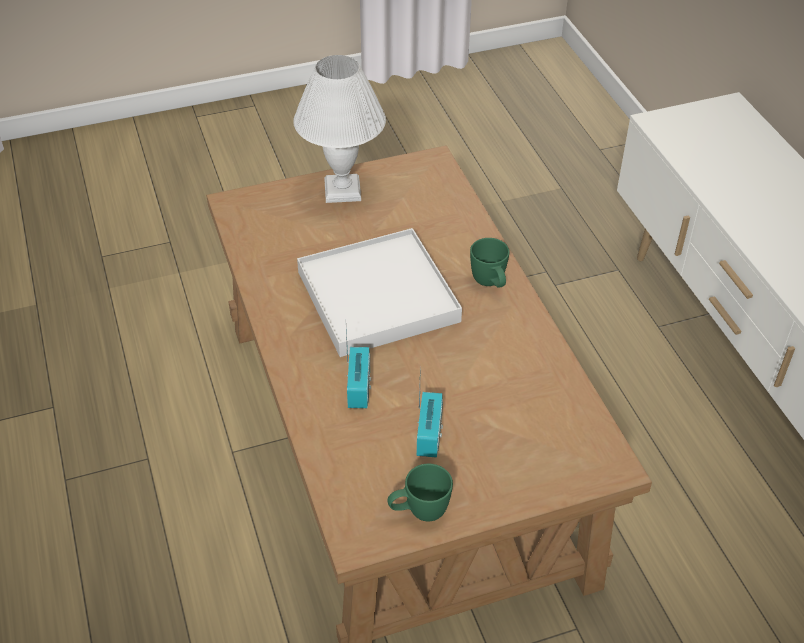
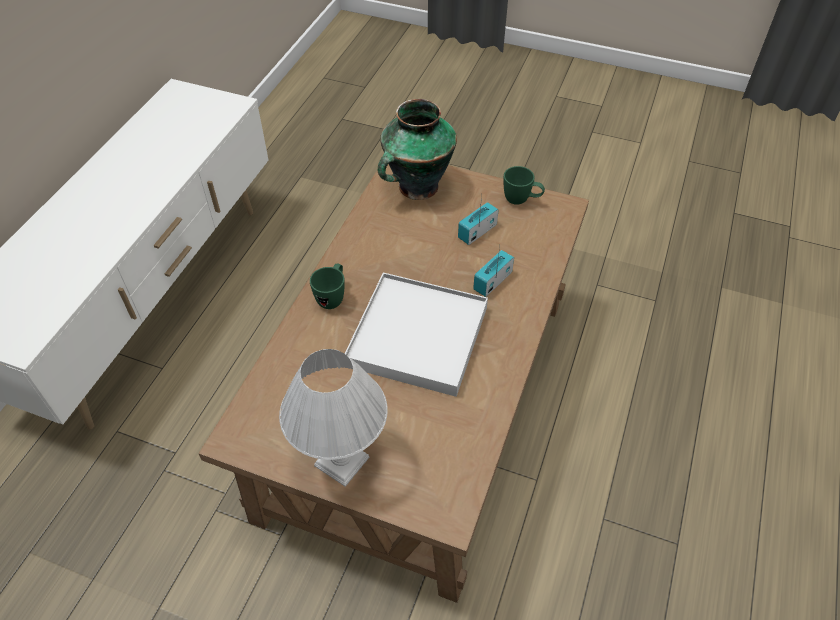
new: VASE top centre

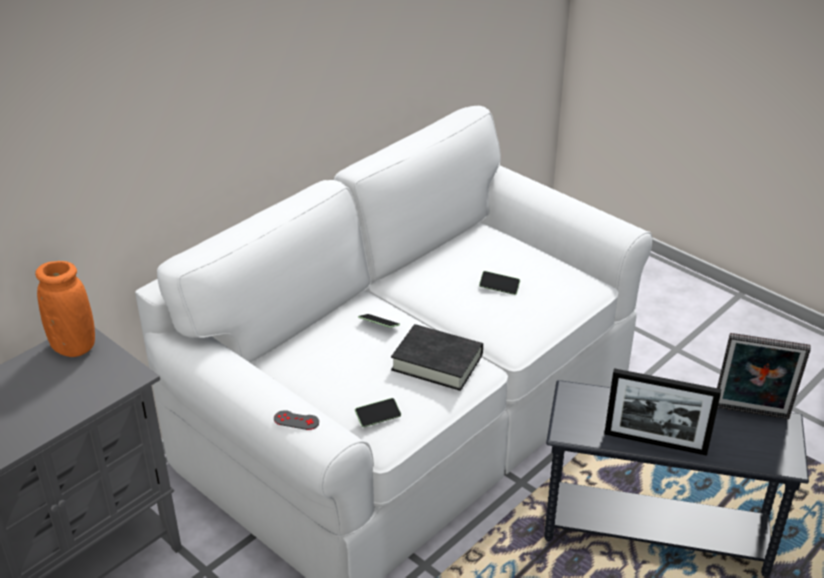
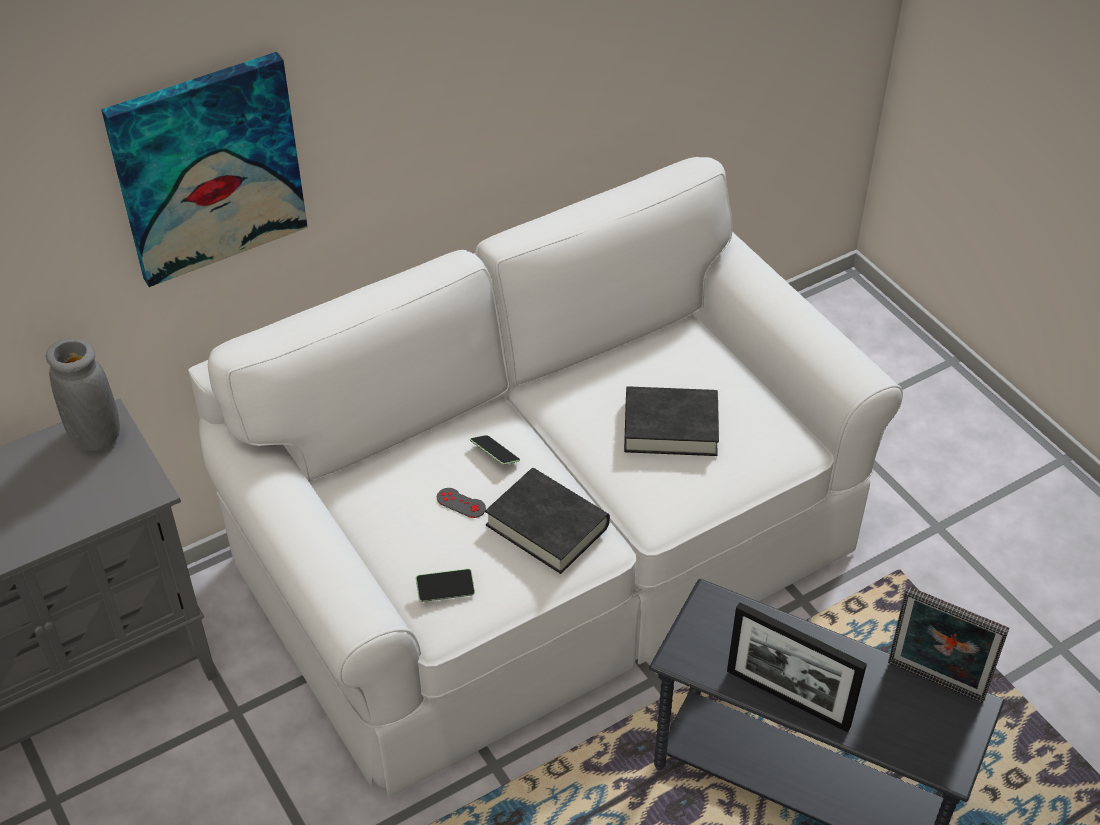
new: PICTURE top left
shifted: GREY GAME CONTROLLER bottom centre to centre
swapped: PHONE (no. 3 from left) centre to BLACK BOOK (no. 2 from left) centre
repainted: ORANGE VASE middle left to GREY VASE middle left

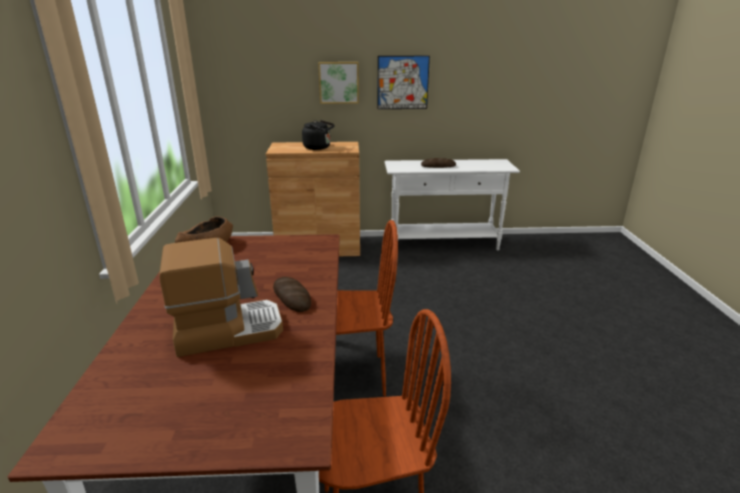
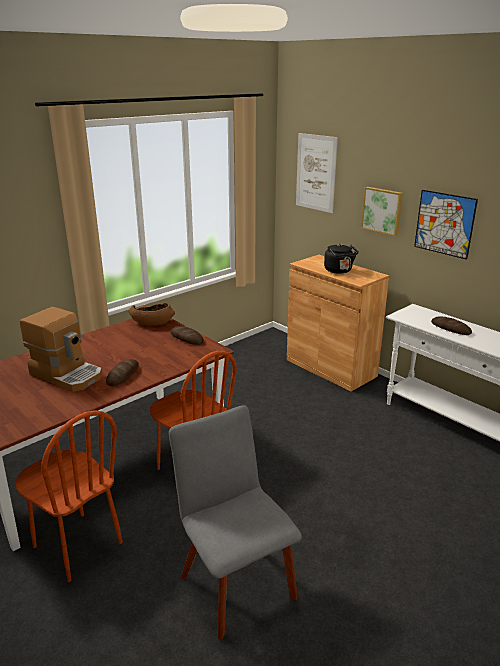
new: GREY CHAIR bottom centre; BREAD (no. 2 from left) centre; PICTURE (no. 1 from left) top centre

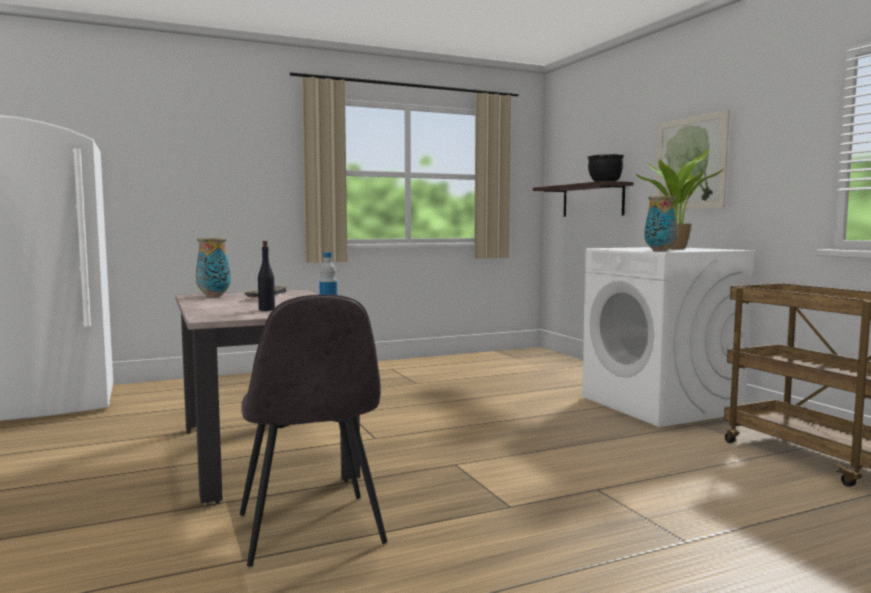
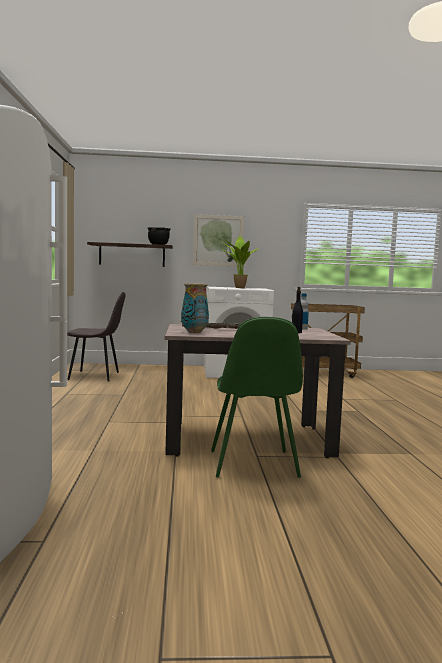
gone: VASE (no. 2 from left) middle right
new: GREEN CHAIR centre
shifted: GREY CHAIR bottom centre to middle left

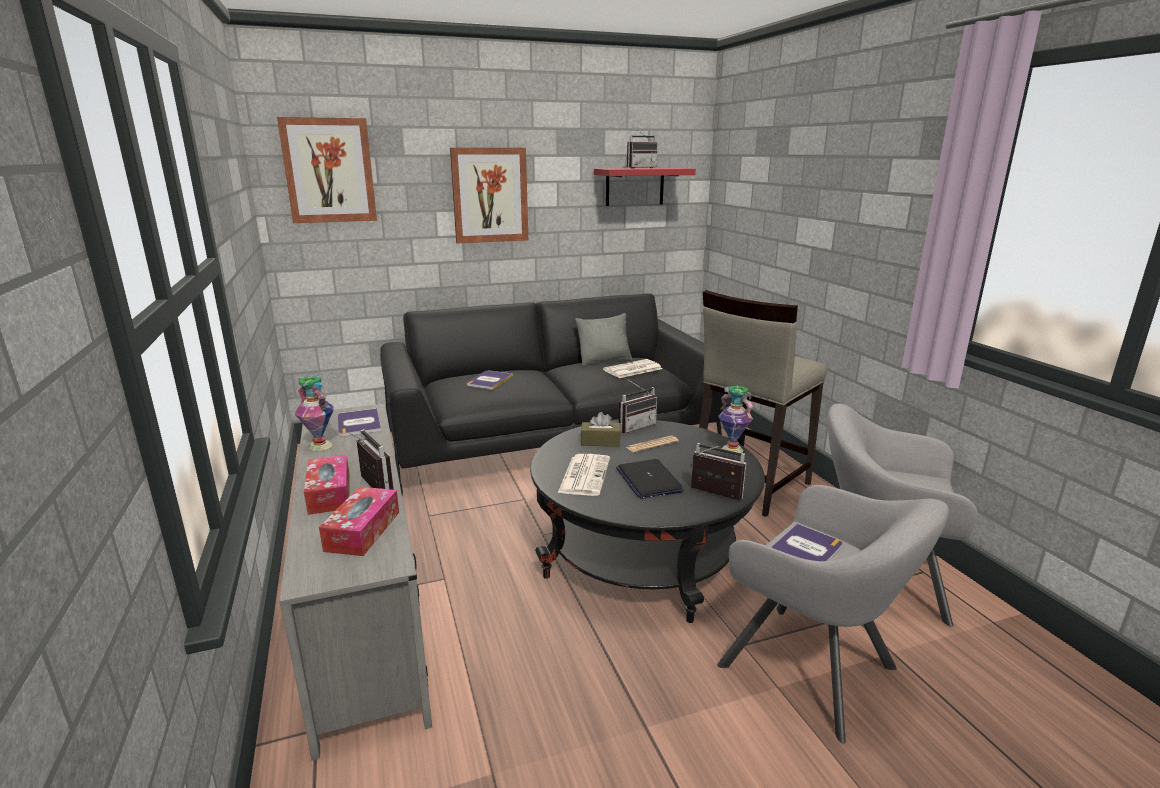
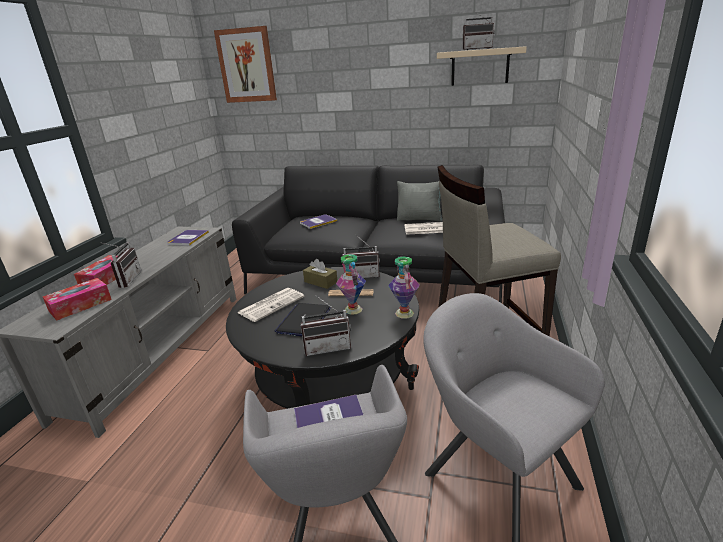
gone: PICTURE (no. 2 from left) top centre
shifted: VASE (no. 1 from left) middle left to centre
repainted: RED SHELF top centre to BEIGE SHELF top right
rotated: RADIO (no. 4 from left in the first image) centre = centre 105 degrees clockwise

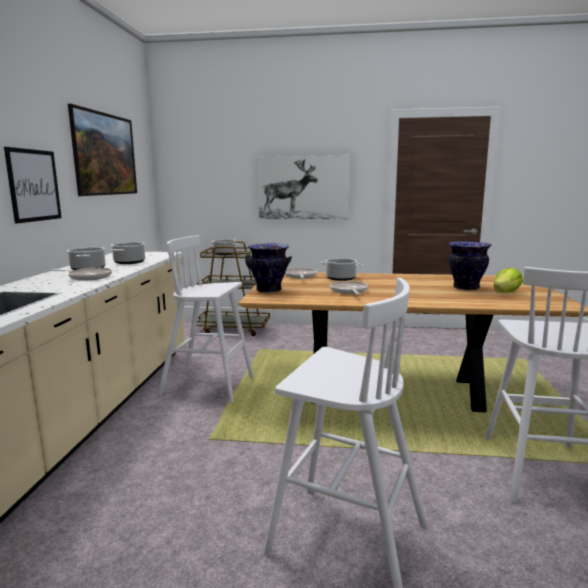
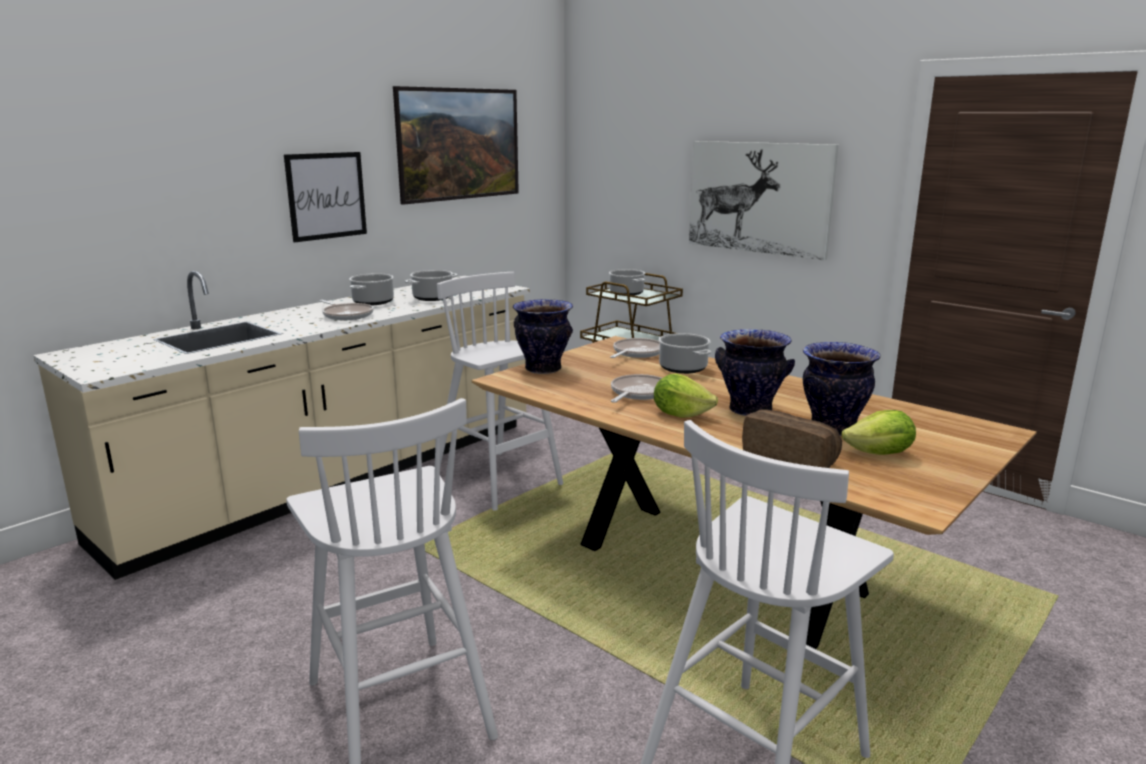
new: LETTUCE (no. 1 from left) centre; VASE (no. 2 from left) centre; BREAD middle right

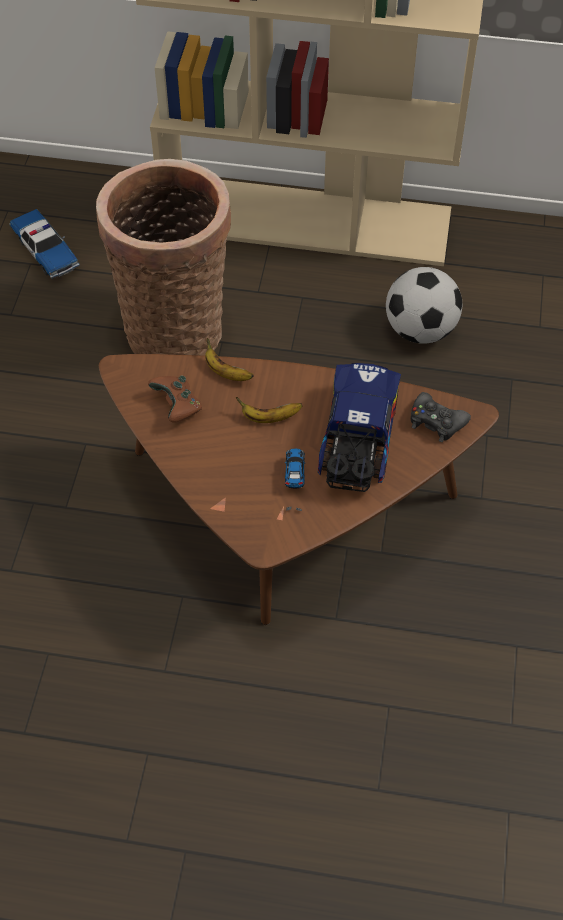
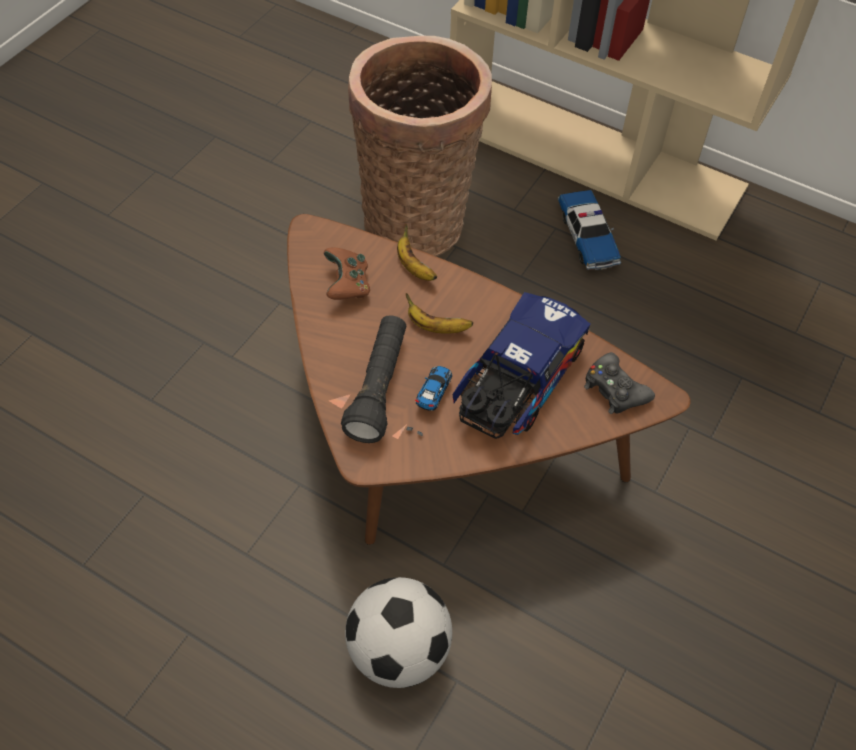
new: BLACK FLASHLIGHT centre
shifted: FOOTBALL top right to bottom centre; TOY CAR (no. 1 from left in the first image) top left to TOY CAR (no. 2 from left) top right

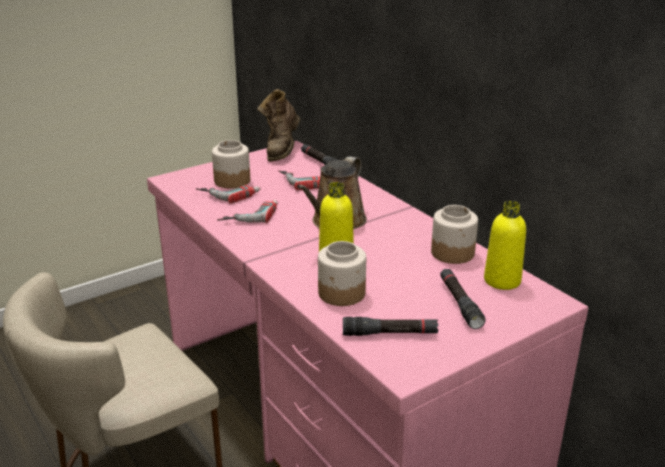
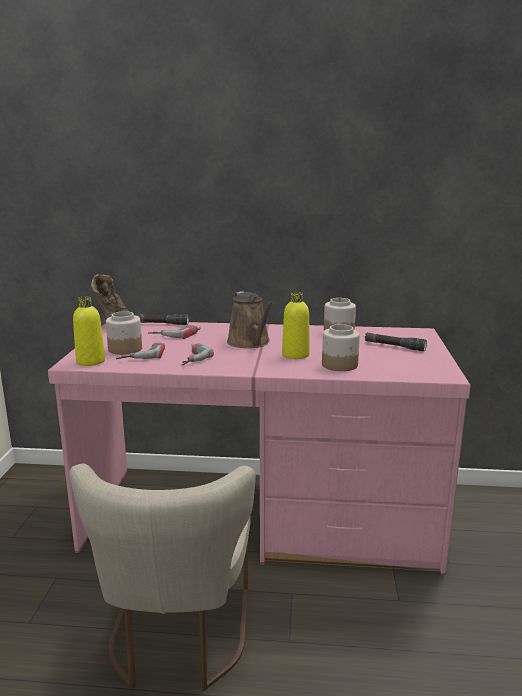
gone: BLACK FLASHLIGHT (no. 2 from left) bottom centre
shifted: YELLOW BOTTLE (no. 2 from left in the first image) middle right to YELLOW BOTTLE (no. 1 from left) middle left

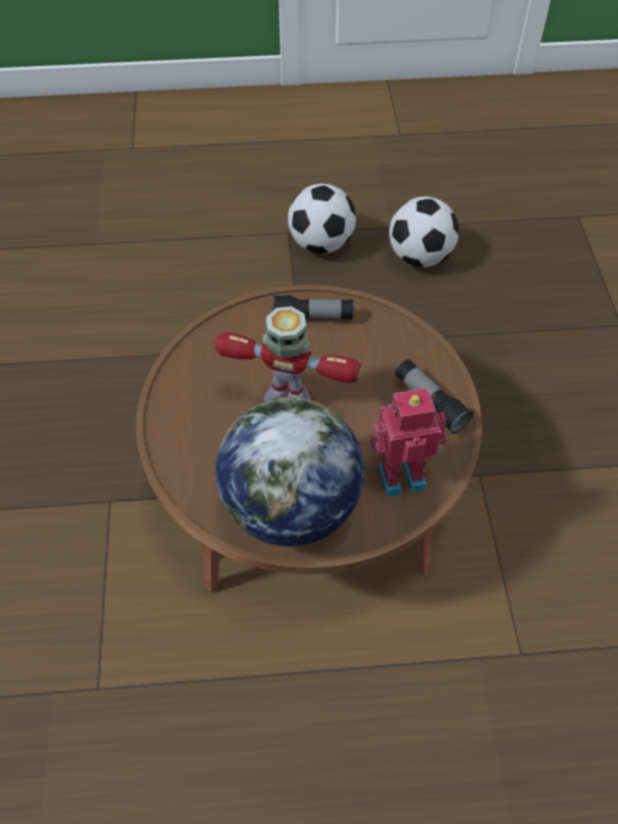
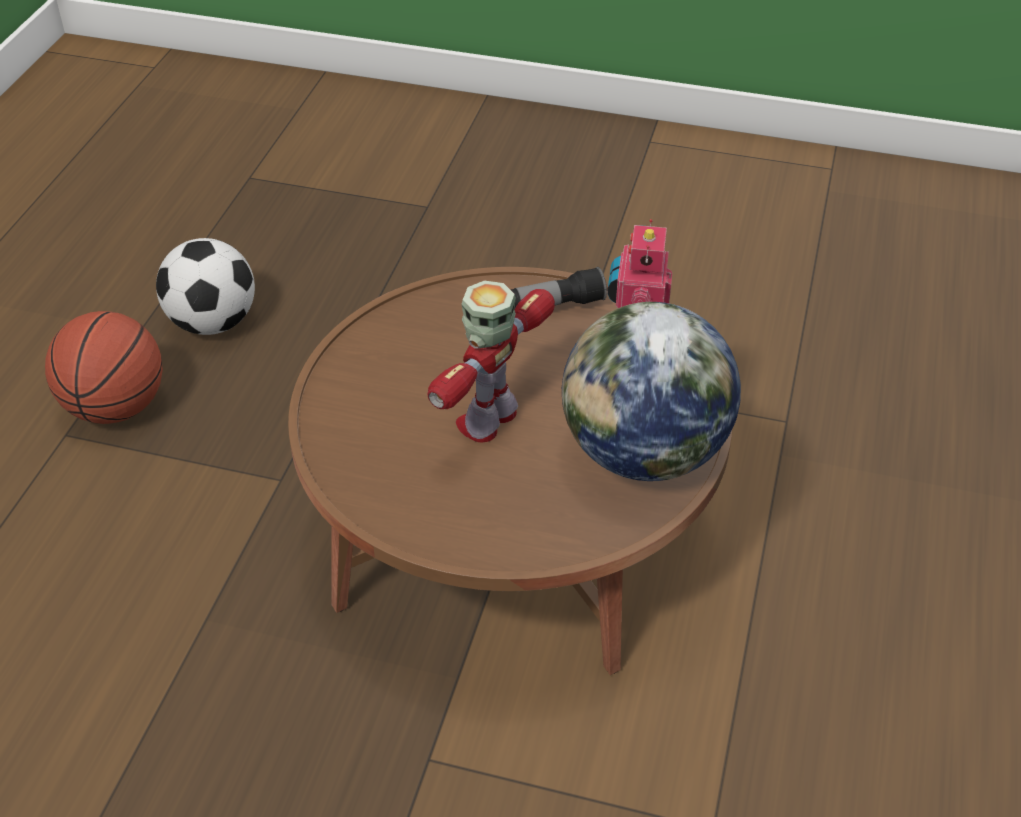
gone: FLASHLIGHT (no. 1 from left) centre
swapped: FOOTBALL (no. 1 from left) top centre to BASKETBALL middle left

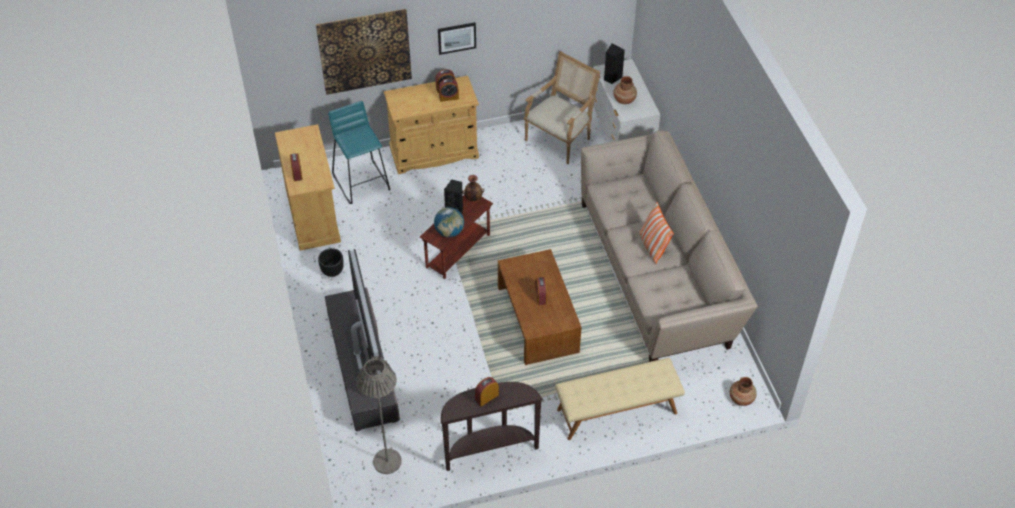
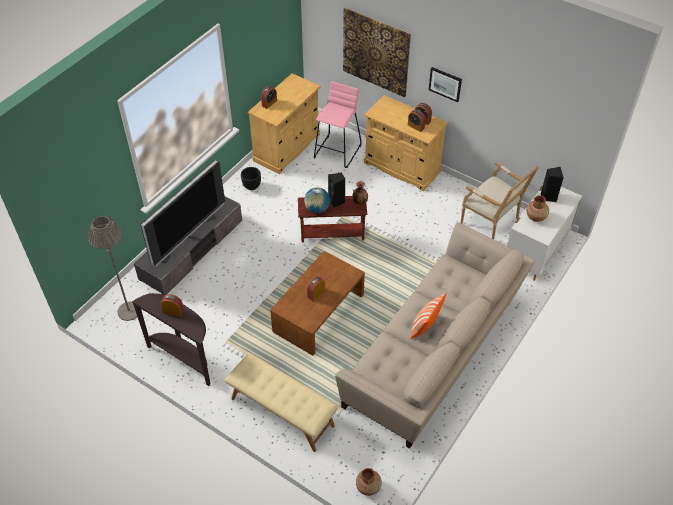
repainted: TURQUOISE STOOL top centre to PINK STOOL top centre
rotated: ARMCHAIR top centre = middle right 45 degrees clockwise

